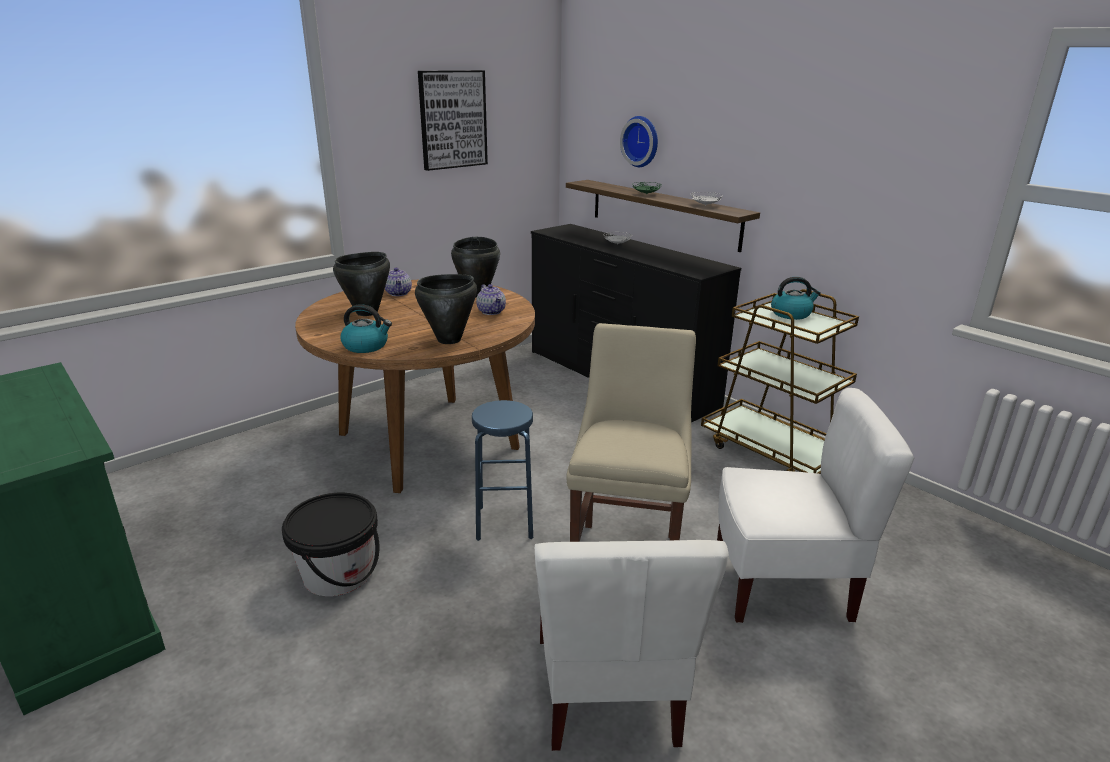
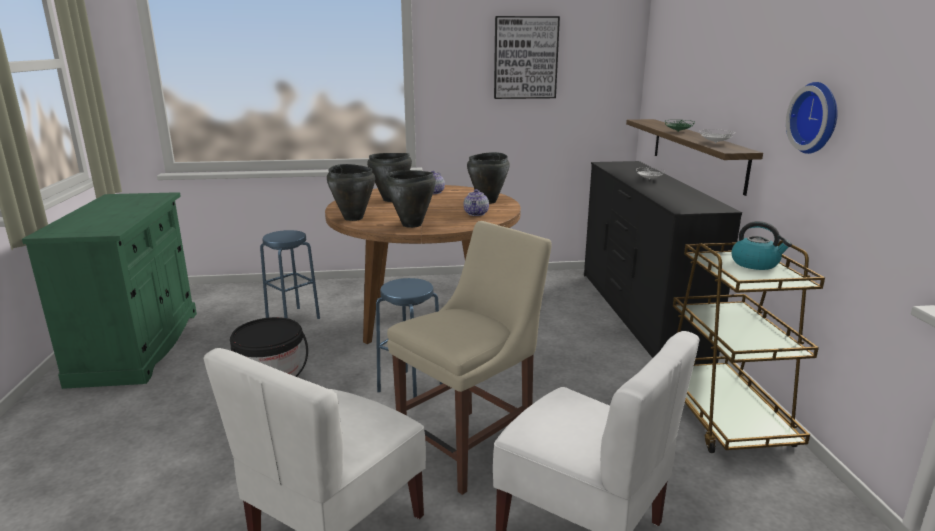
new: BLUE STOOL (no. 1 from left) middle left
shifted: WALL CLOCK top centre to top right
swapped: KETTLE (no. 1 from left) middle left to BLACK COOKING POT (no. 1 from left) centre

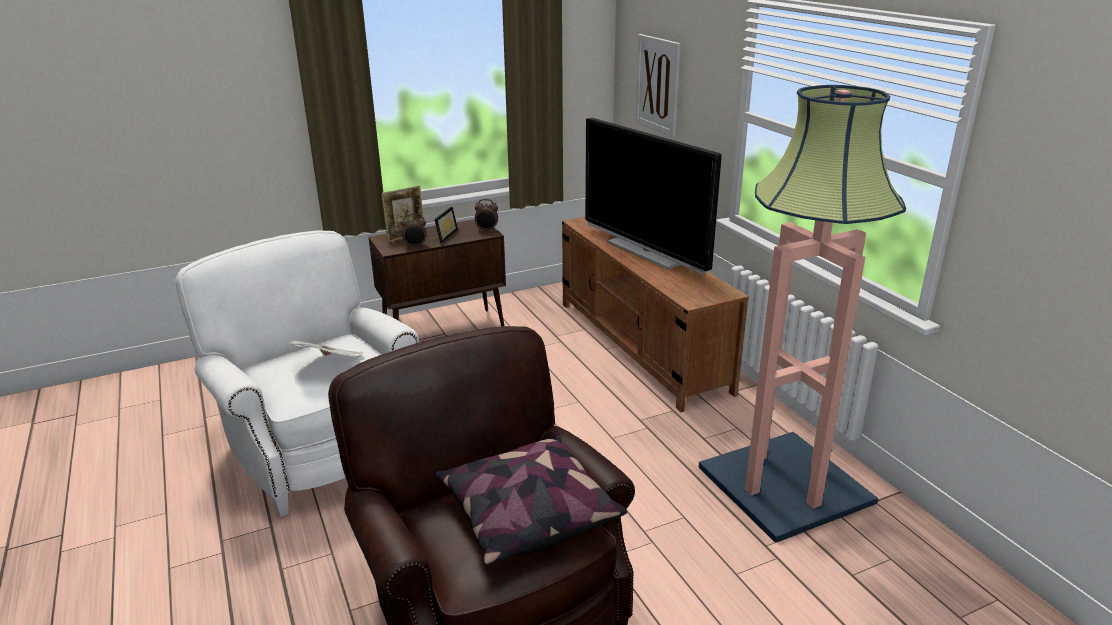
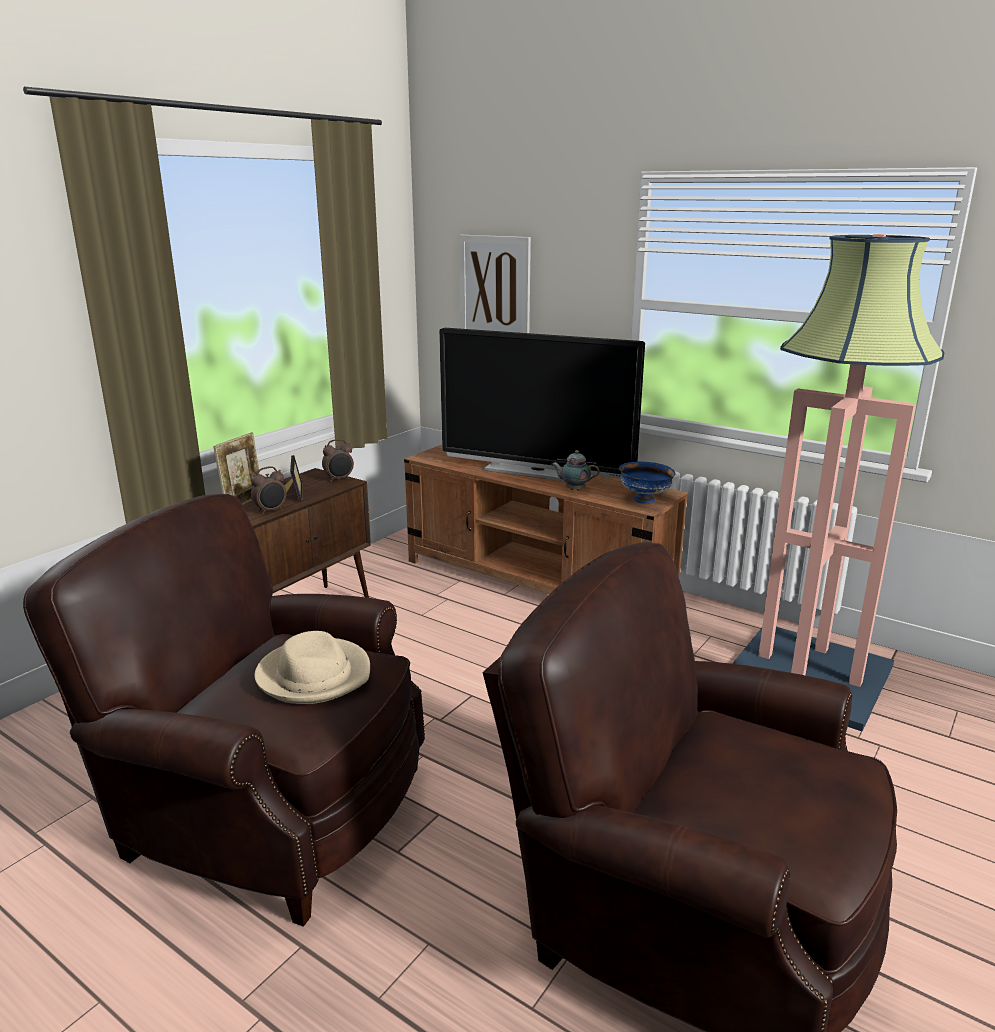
gone: PILLOW bottom centre
new: TEAPOT centre; BLUE BOWL centre
swapped: NEWSPAPER middle left to BEIGE HAT middle left
repainted: WHITE ARMCHAIR middle left to BROWN ARMCHAIR (no. 1 from left) bottom left

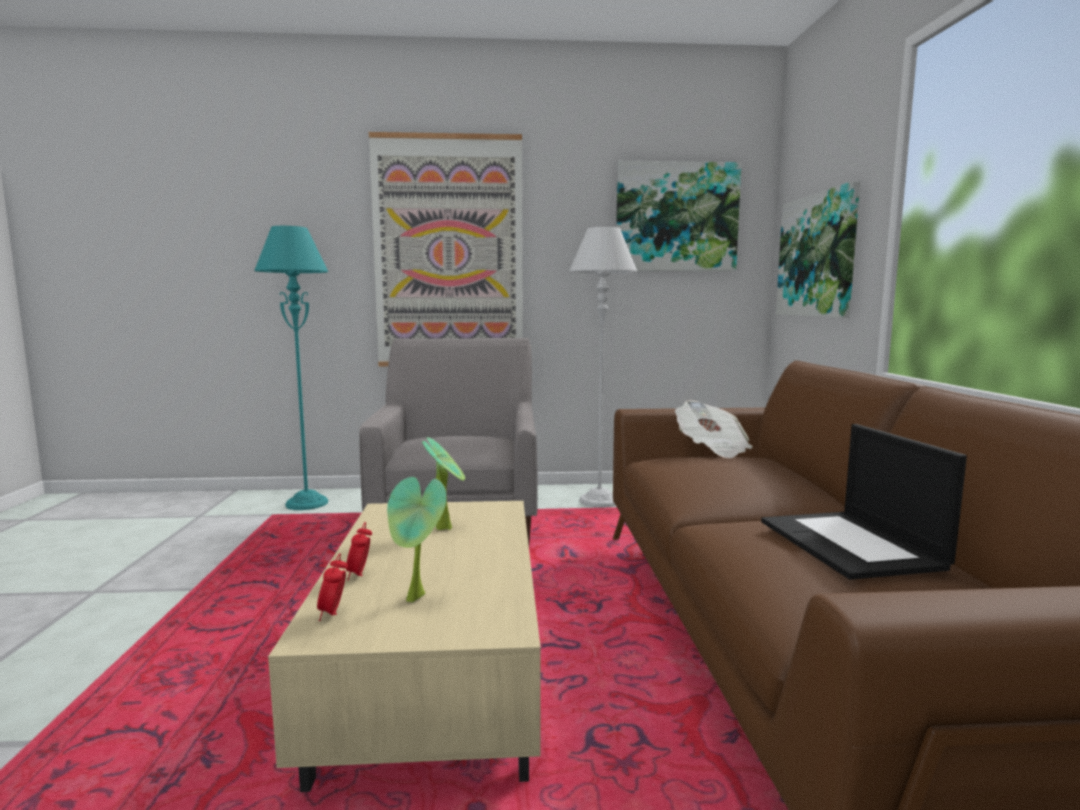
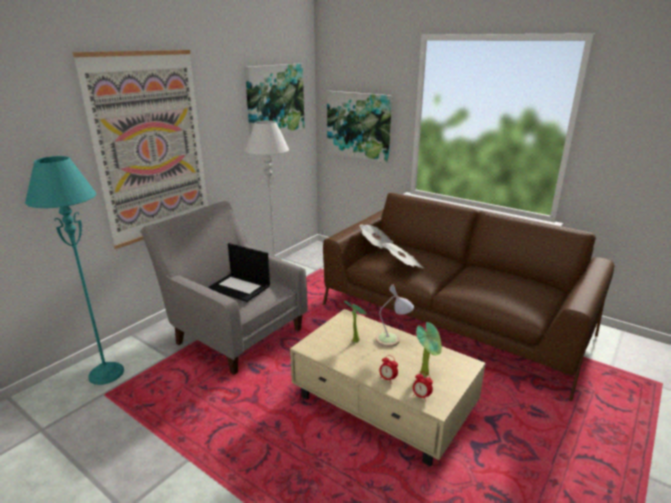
new: TABLE LAMP centre; NEWSPAPER (no. 2 from left) centre
shifted: LAPTOP middle right to centre

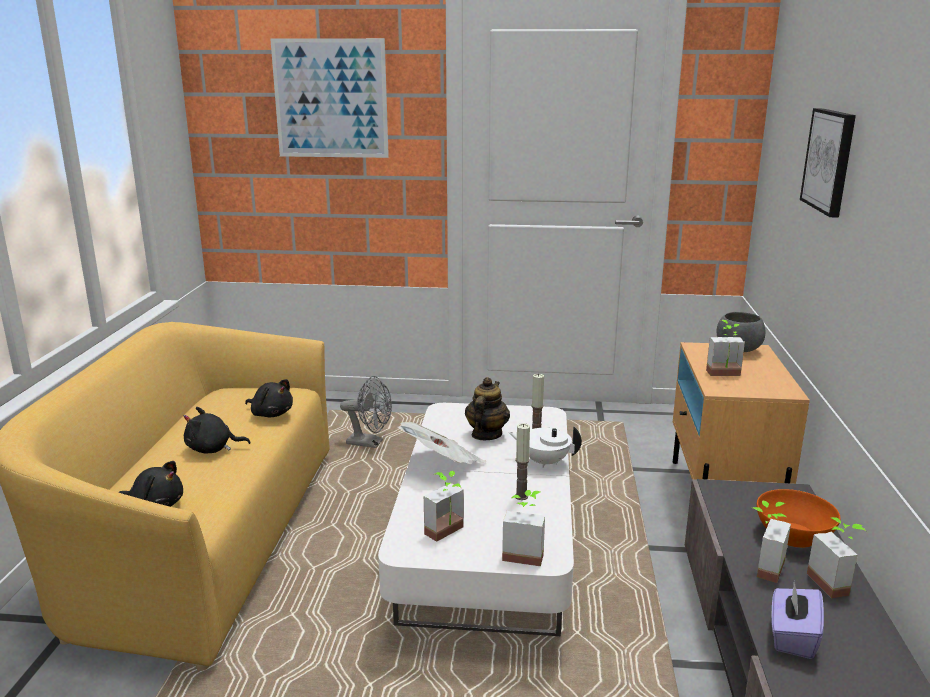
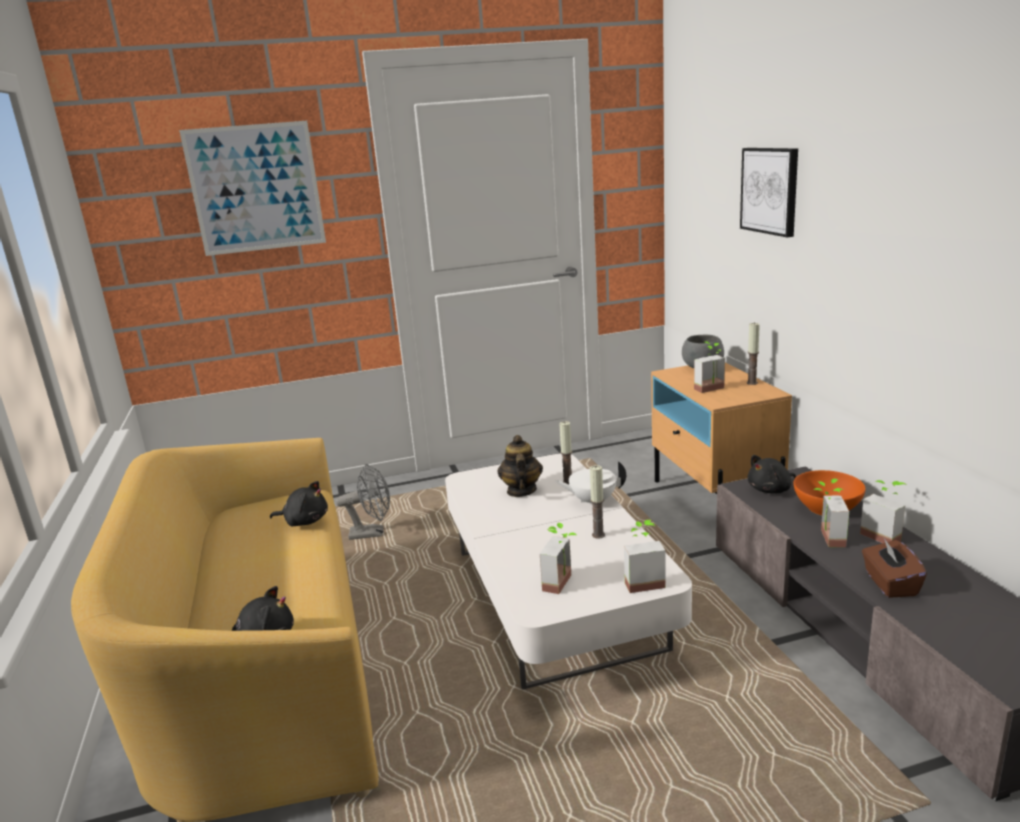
gone: NEWSPAPER centre
new: CANDLE (no. 3 from left) middle right
shifted: BLACK PLUSH TOY (no. 2 from left in the first image) middle left to BLACK PLUSH TOY (no. 3 from left) middle right
repainted: PURPLE TISSUE BOX bottom right to BROWN TISSUE BOX bottom right

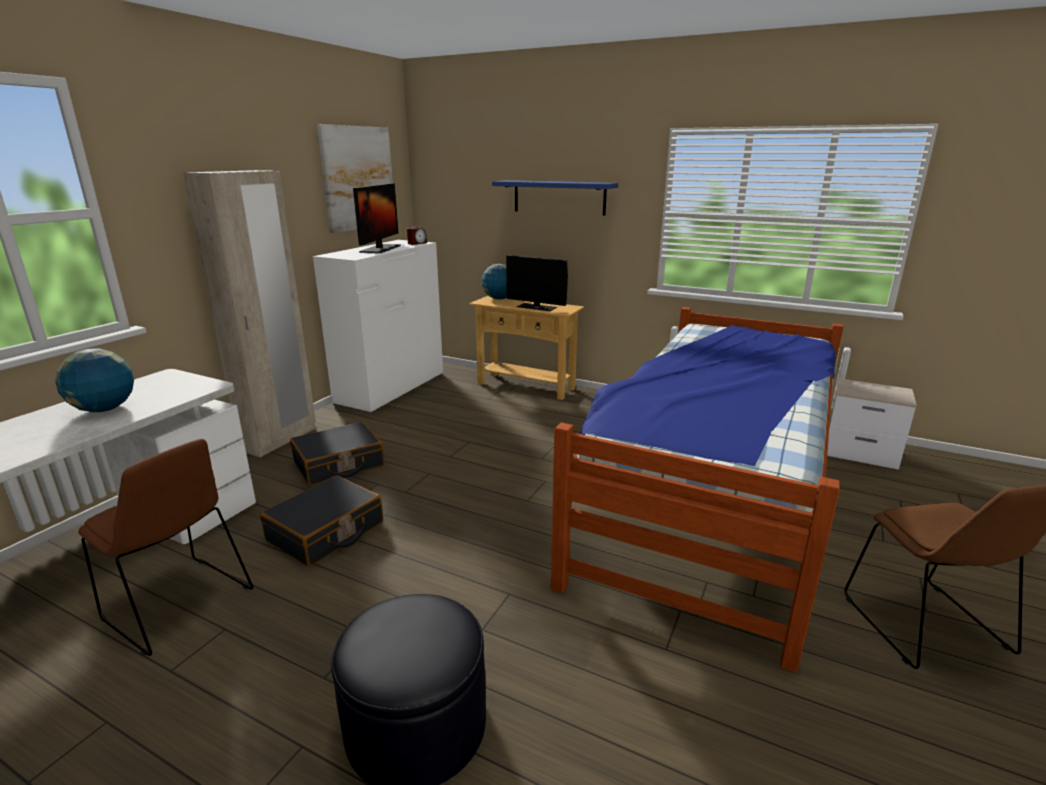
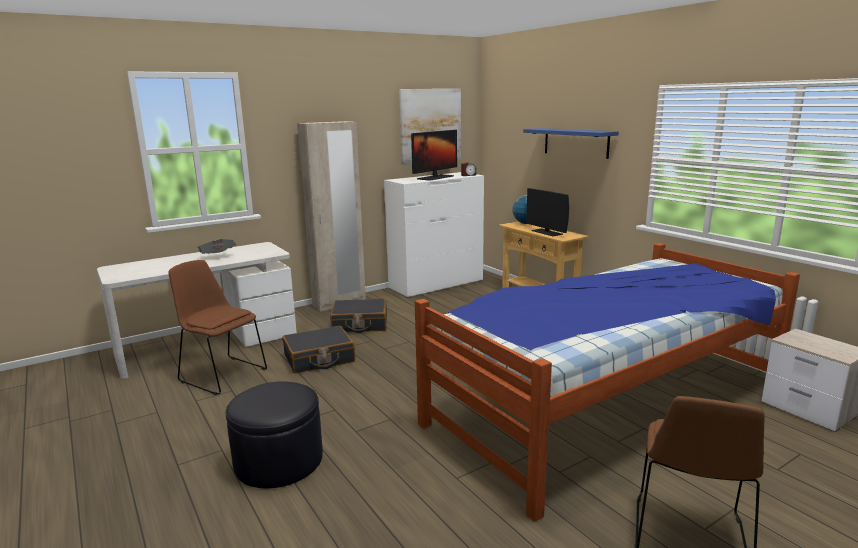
swapped: GLOBE (no. 1 from left) middle left to NEWSPAPER middle left
rotated: BROWN CHAIR (no. 1 from left) bottom left = middle left 150 degrees clockwise

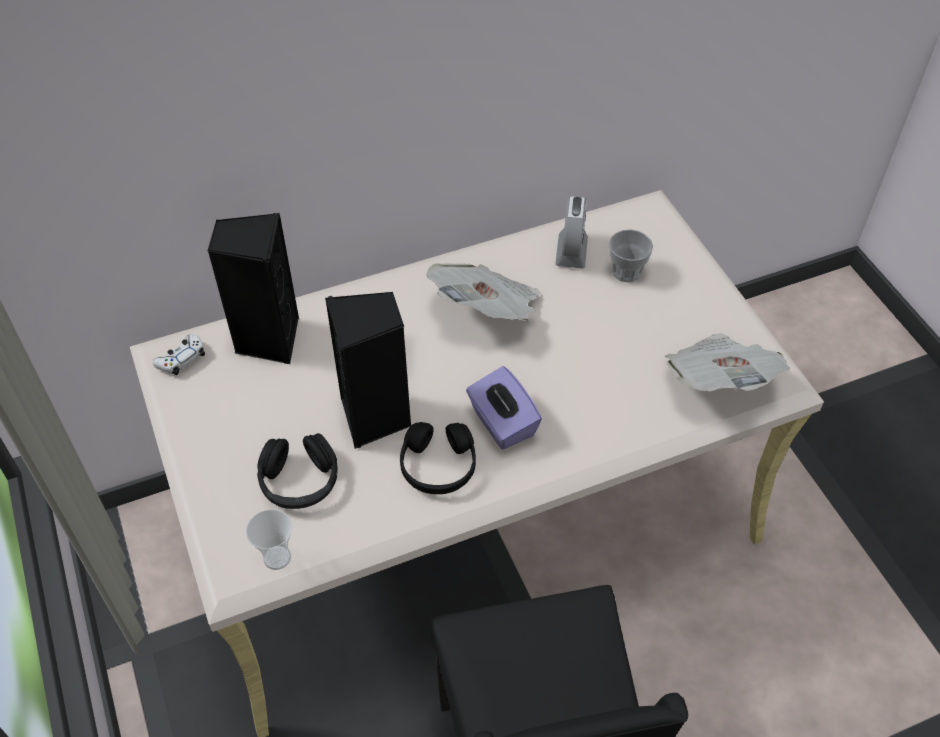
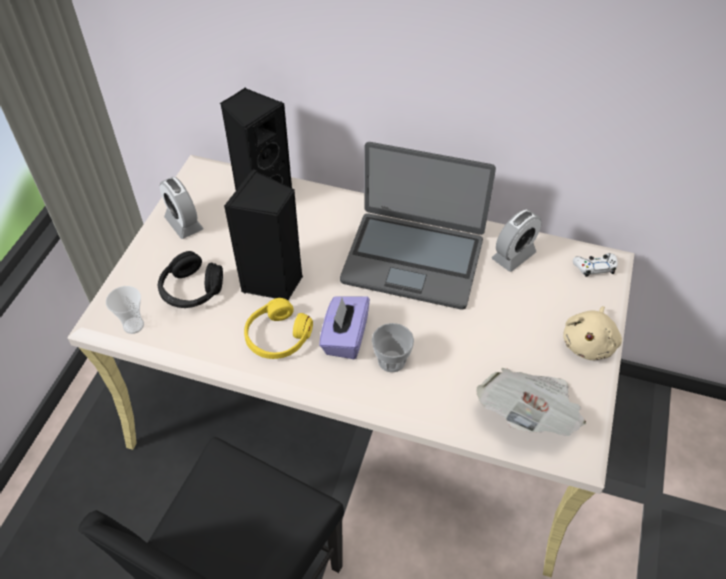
new: ALARM CLOCK (no. 1 from left) middle left; BEIGE PLUSH TOY middle right
shifted: CUP (no. 2 from left) middle right to centre; WHITE GAME CONTROLLER middle left to middle right
swapped: NEWSPAPER (no. 1 from left) centre to LAPTOP centre
repainted: BLACK HEADPHONES (no. 2 from left) centre to YELLOW HEADPHONES centre

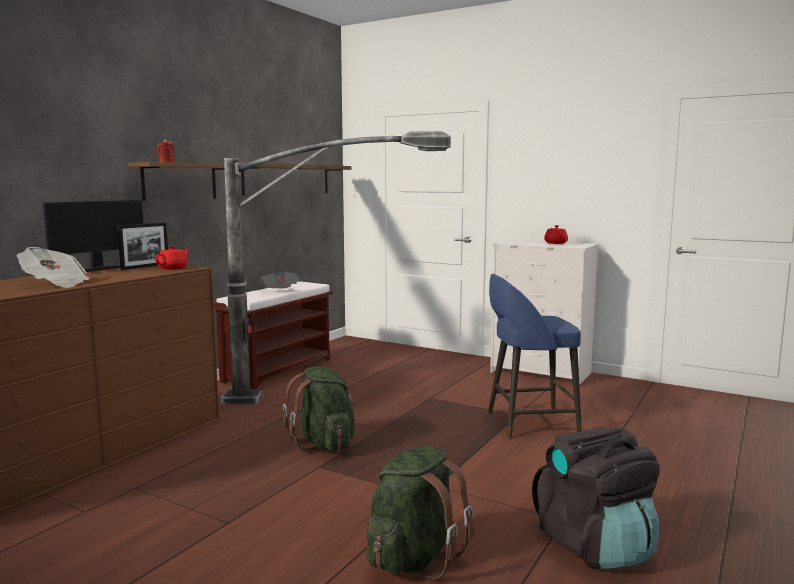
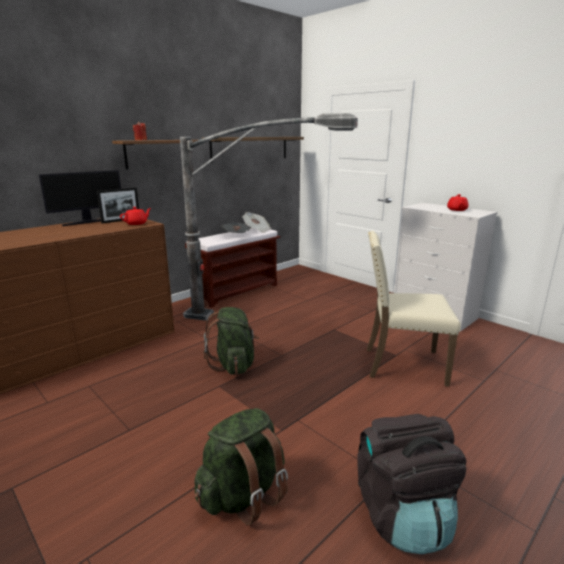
shifted: NEWSPAPER (no. 1 from left in the first image) middle left to NEWSPAPER (no. 2 from left) centre
swapped: BLUE STOOL middle right to BEIGE CHAIR middle right

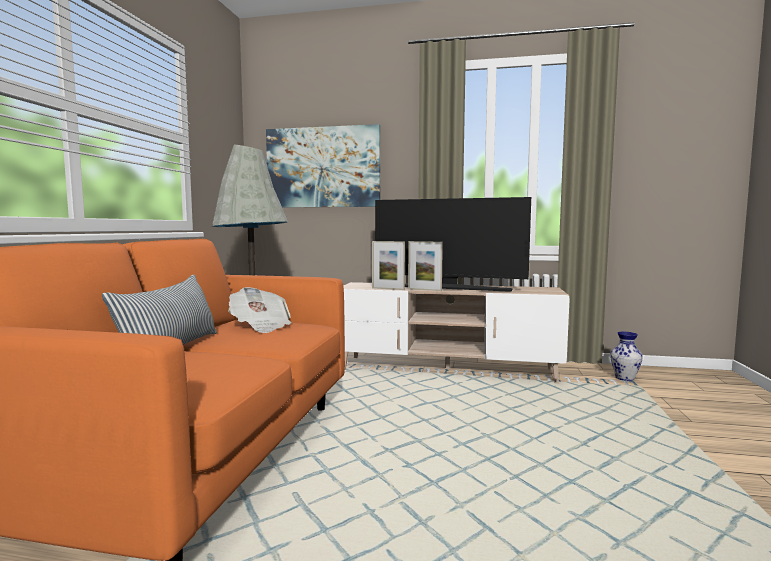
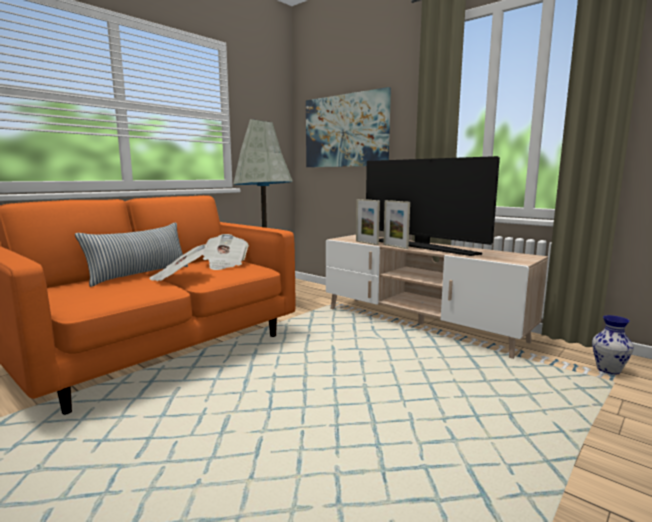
new: NEWSPAPER (no. 1 from left) middle left

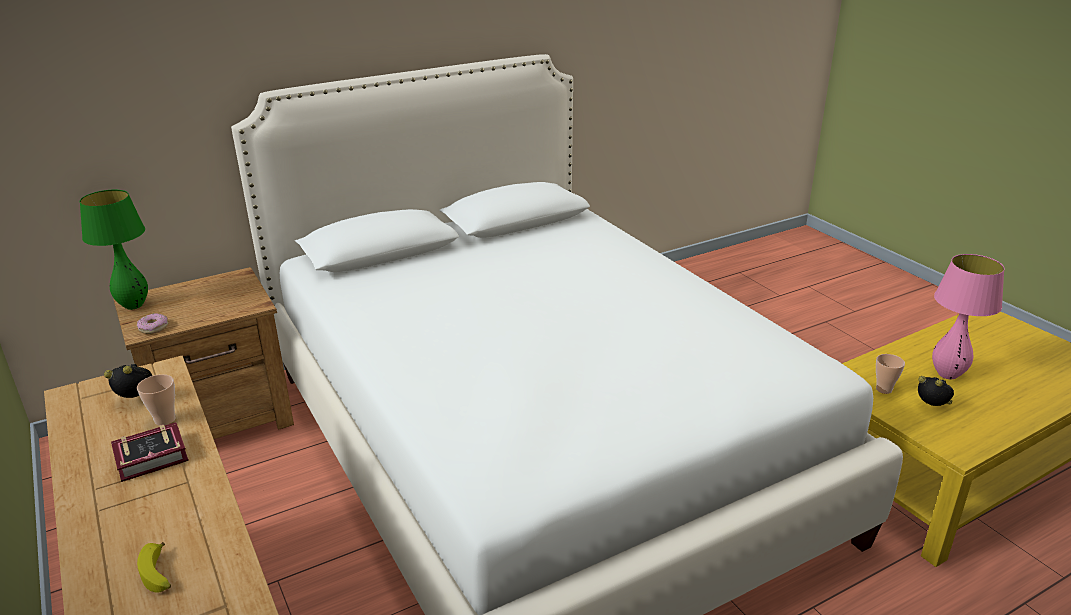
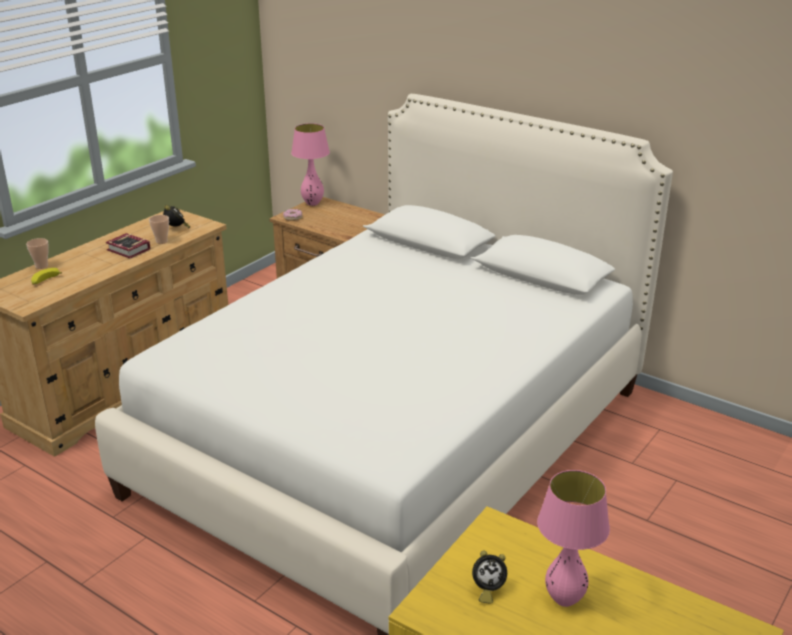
shifted: CUP (no. 2 from left in the first image) middle right to CUP (no. 1 from left) middle left
repainted: GREEN TABLE LAMP middle left to PINK TABLE LAMP (no. 1 from left) top centre
rotated: ALARM CLOCK (no. 2 from left) middle right = bottom centre 60 degrees clockwise

